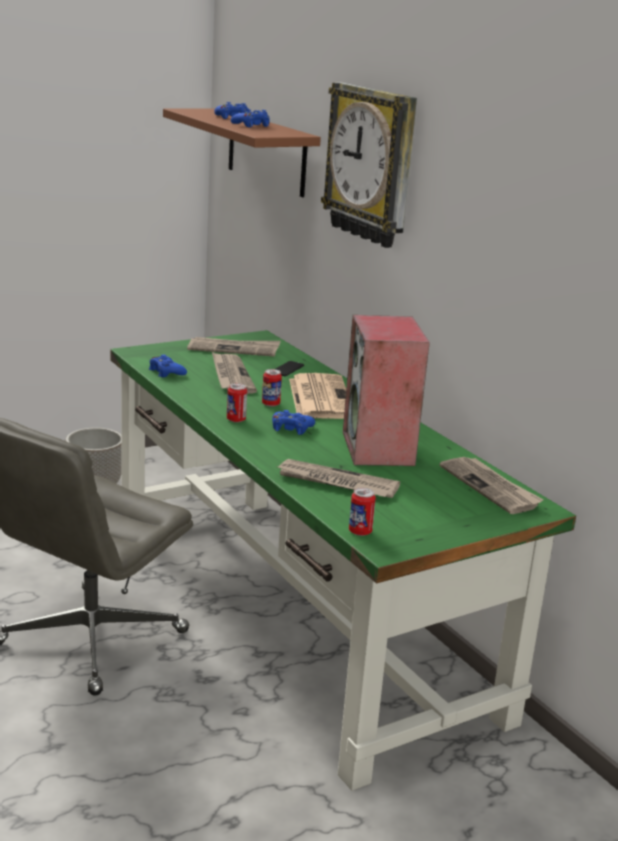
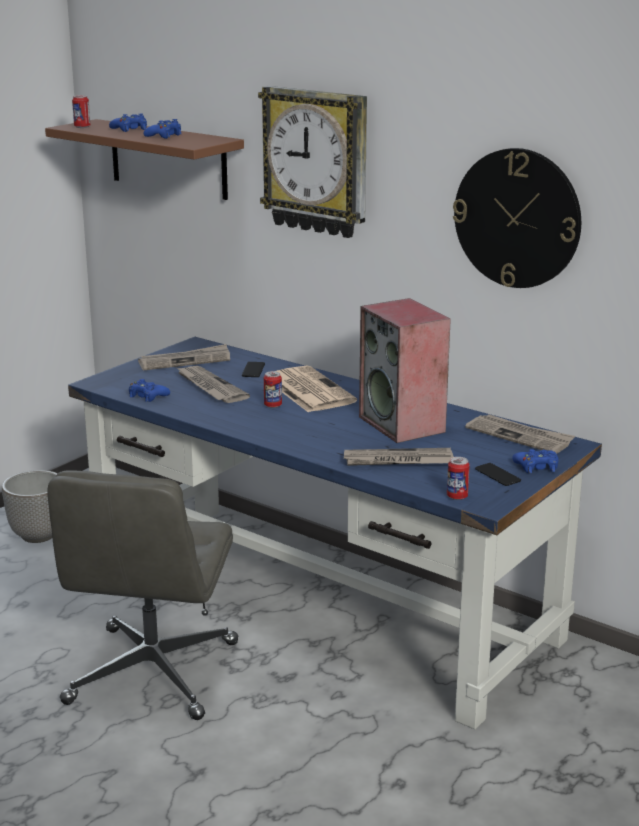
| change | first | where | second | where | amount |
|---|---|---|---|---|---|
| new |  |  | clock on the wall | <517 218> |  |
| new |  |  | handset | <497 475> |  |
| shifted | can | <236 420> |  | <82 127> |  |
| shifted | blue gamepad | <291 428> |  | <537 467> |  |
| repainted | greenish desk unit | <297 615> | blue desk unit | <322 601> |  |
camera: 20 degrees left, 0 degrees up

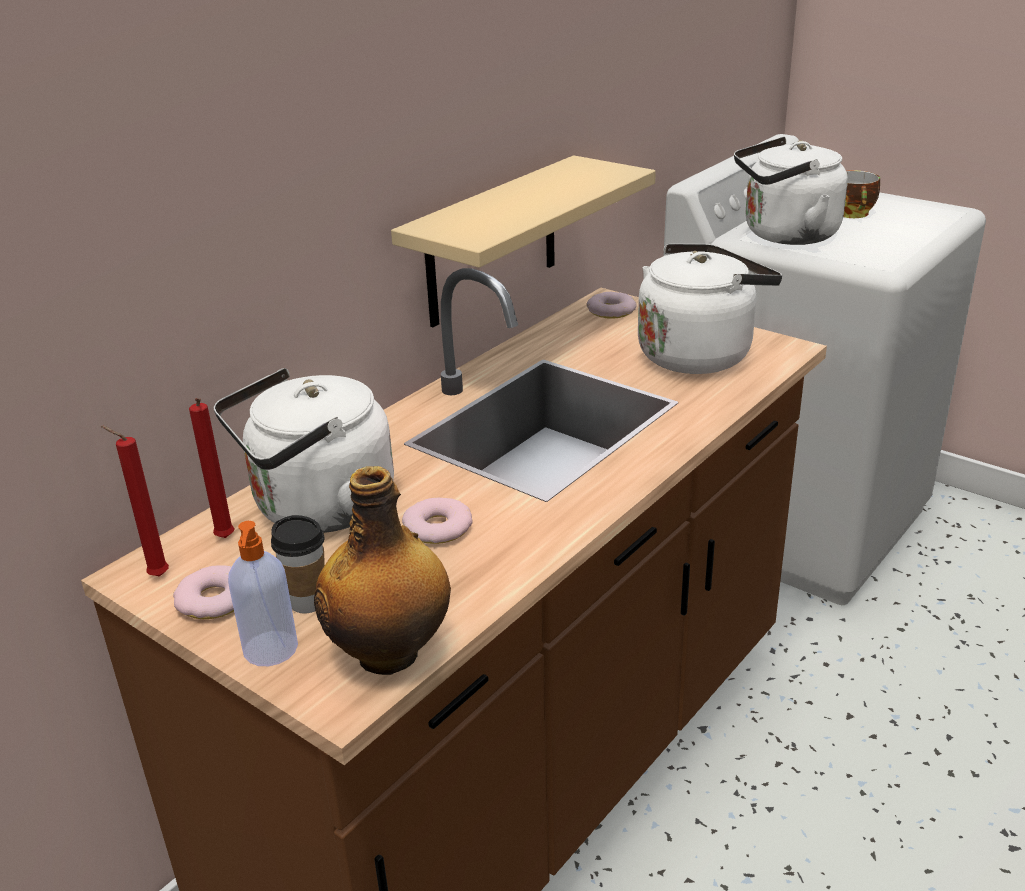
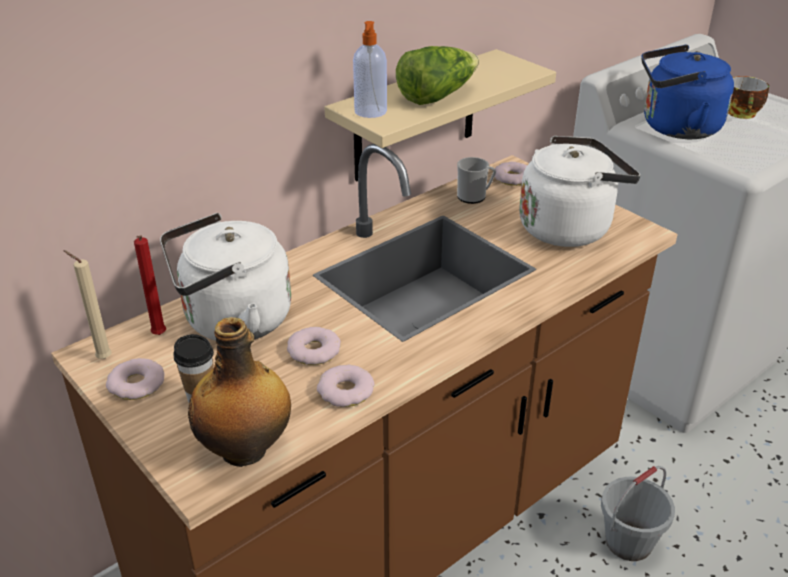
| change | first | where | second | where | amount |
|---|---|---|---|---|---|
| new |  |  | donut | <346 391> |  |
| new |  |  | head of lettuce | <436 96> |  |
| new |  |  | tea mug | <474 197> |  |
| new |  |  | grey water bucket | <628 542> |  |
| shifted | soap bottle | <270 650> |  | <370 112> |  |
| repainted | red wax candle | <155 576> | sand-coloured wax candle | <102 358> |  |
| repainted | white-coloured water kettle | <785 235> | blue water kettle | <675 128> |  |
camera: 10 degrees right, 5 degrees up

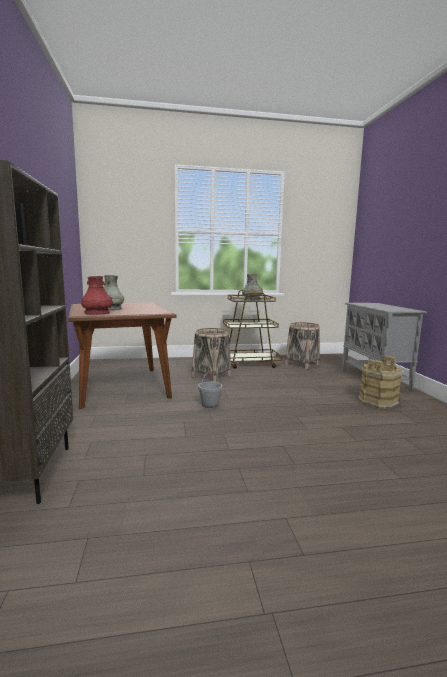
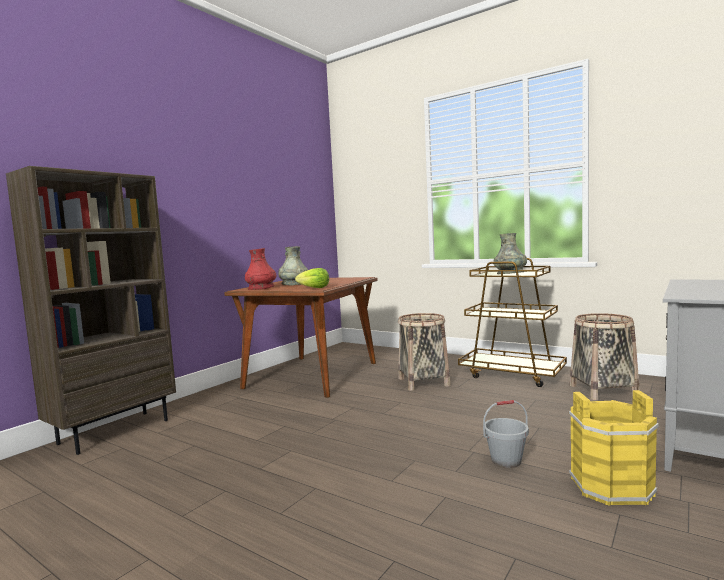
| change | first | where | second | where | amount |
|---|---|---|---|---|---|
| new |  |  | head of lettuce | <314 288> |  |
| shifted | grey water bucket | <209 404> |  | <506 460> |  |
| repainted | brown-coloured water bucket | <377 402> | yellow water bucket | <610 486> |  |
camera: 45 degrees right, 5 degrees down

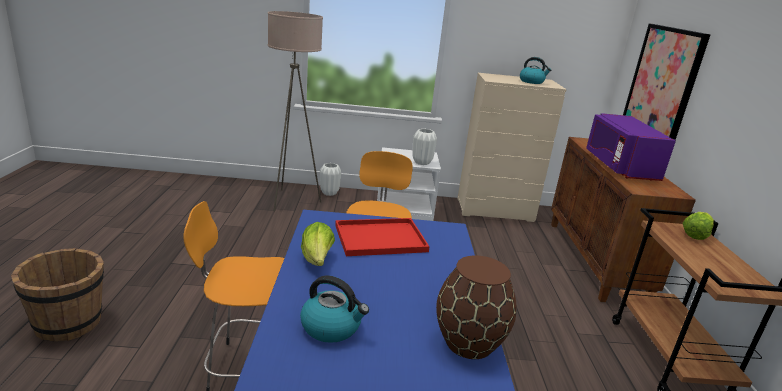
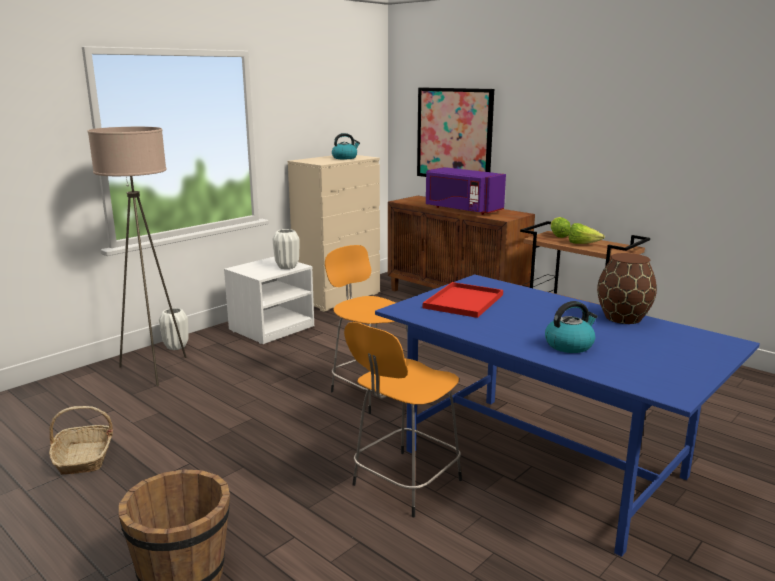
| change | first | where | second | where | amount |
|---|---|---|---|---|---|
| new |  |  | household basket | <84 458> |  |
| shifted | head of lettuce | <317 260> |  | <582 244> |  |
camera: 45 degrees left, 5 degrees down

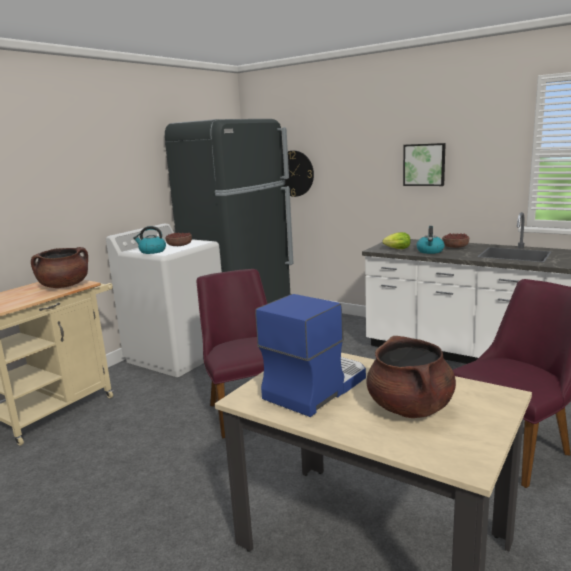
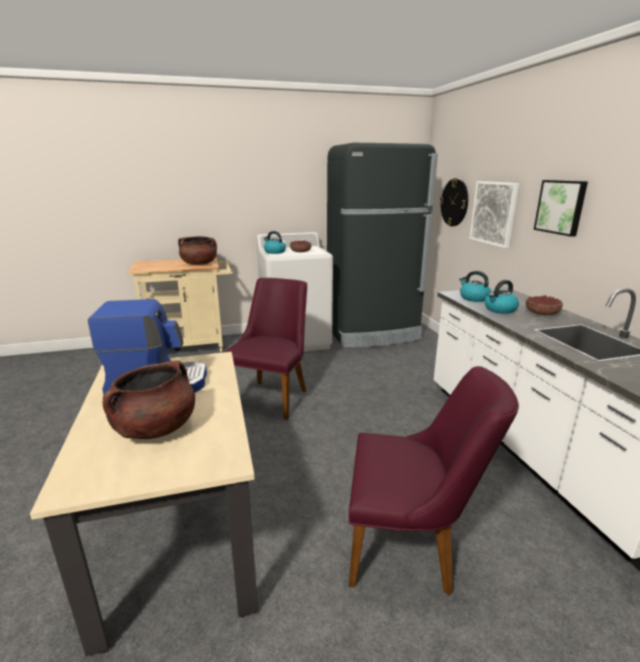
| change | first | where | second | where | amount |
|---|---|---|---|---|---|
| new |  |  | wall art | <493 213> |  |
| swapped | head of lettuce | <396 249> | water kettle | <473 298> |  |
camera: 40 degrees right, 5 degrees up

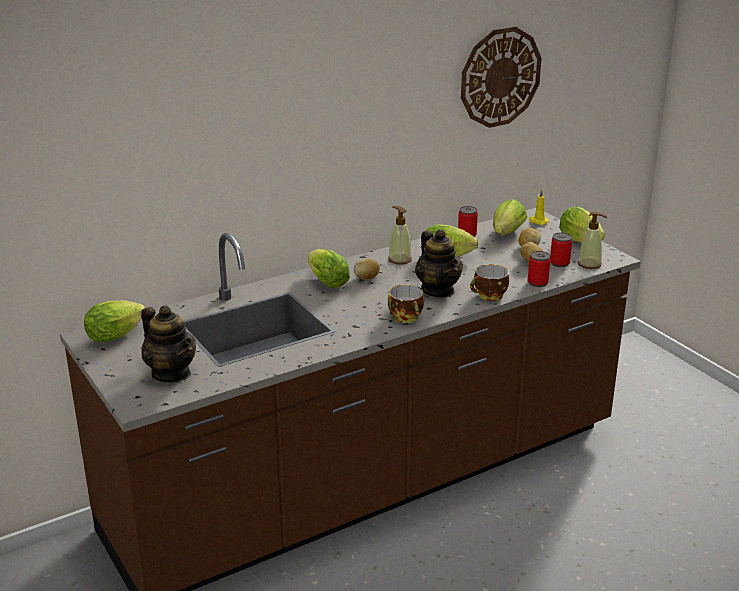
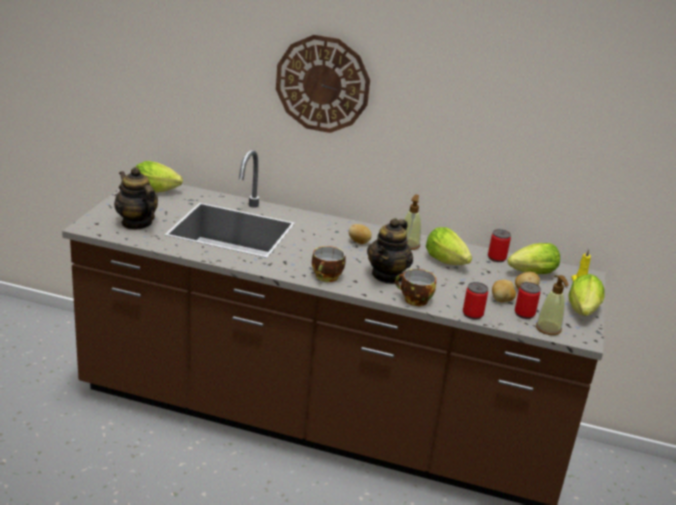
| change | first | where | second | where | amount |
|---|---|---|---|---|---|
| gone | head of lettuce | <325 281> |  |  |  |
| shifted | clock on the wall | <500 77> |  | <322 84> |  |
| rotated | pot for tea | <171 373> |  | <136 223> | 135 degrees clockwise |
camera: 45 degrees right, 0 degrees up

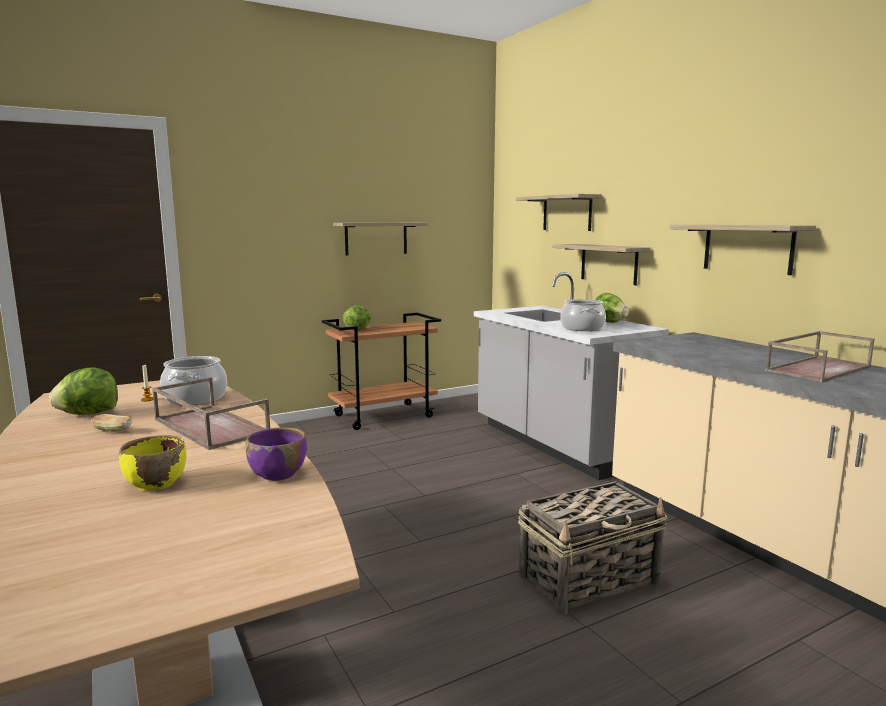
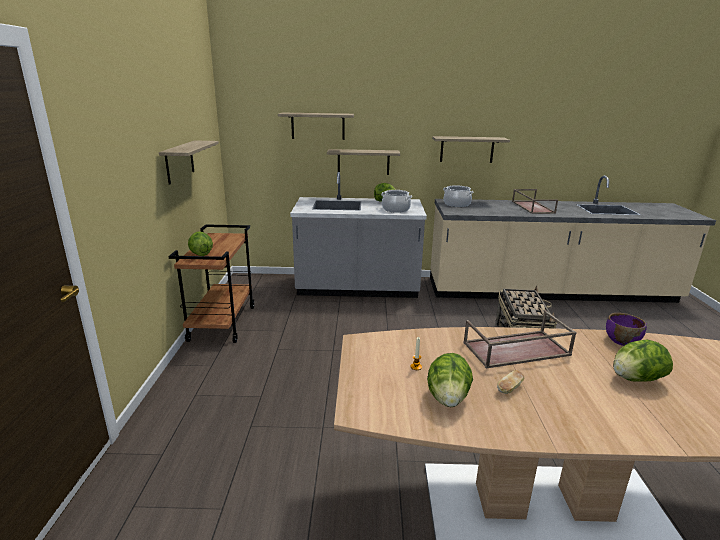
| change | first | where | second | where | amount |
|---|---|---|---|---|---|
| shifted | cooking pot | <195 398> |  | <456 204> |  |
| swapped | yellow serving bowl | <155 484> | head of lettuce | <636 379> |  |
camera: 60 degrees left, 10 degrees up

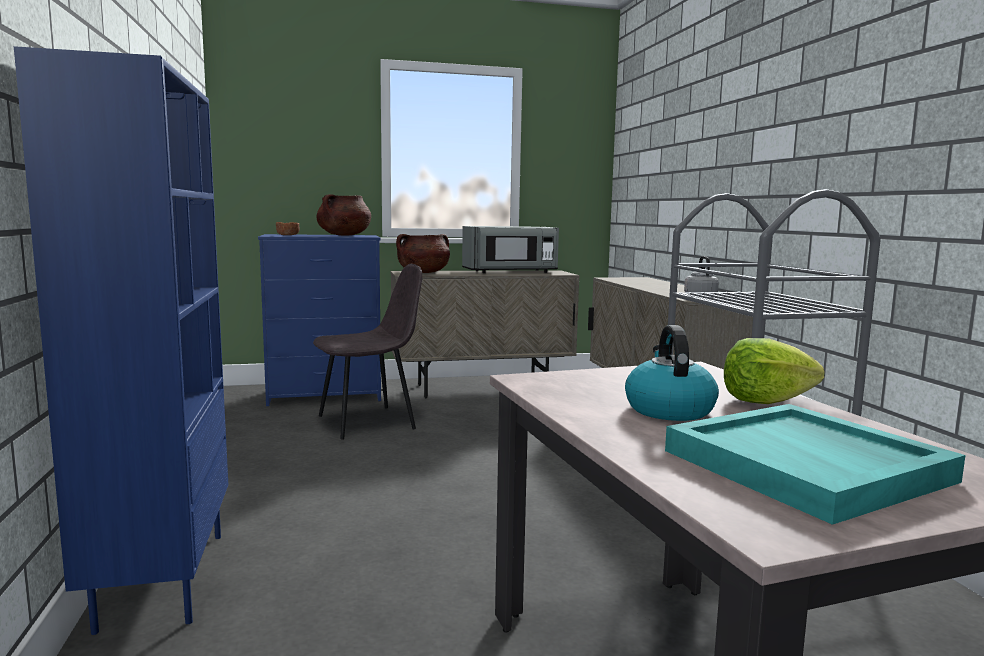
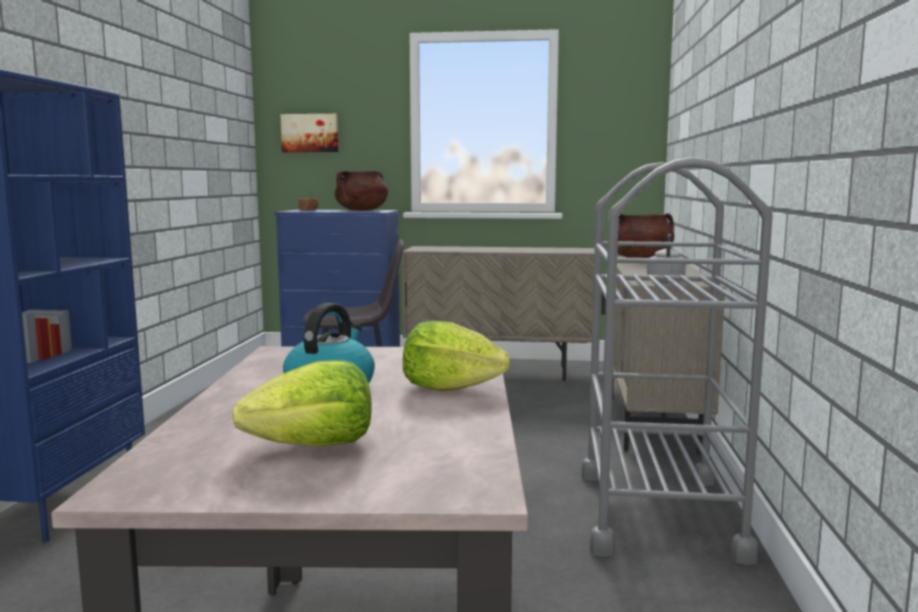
| change | first | where | second | where | amount |
|---|---|---|---|---|---|
| gone | grey microwave oven | <510 272> |  |  |  |
| new |  |  | wall art | <310 133> |  |
| shifted | brown-coloured cooking pot | <423 272> |  | <641 259> |  |
| swapped | turquoise-coloured serving tray | <808 466> | head of lettuce | <314 446> |  |
camera: 20 degrees right, 0 degrees up

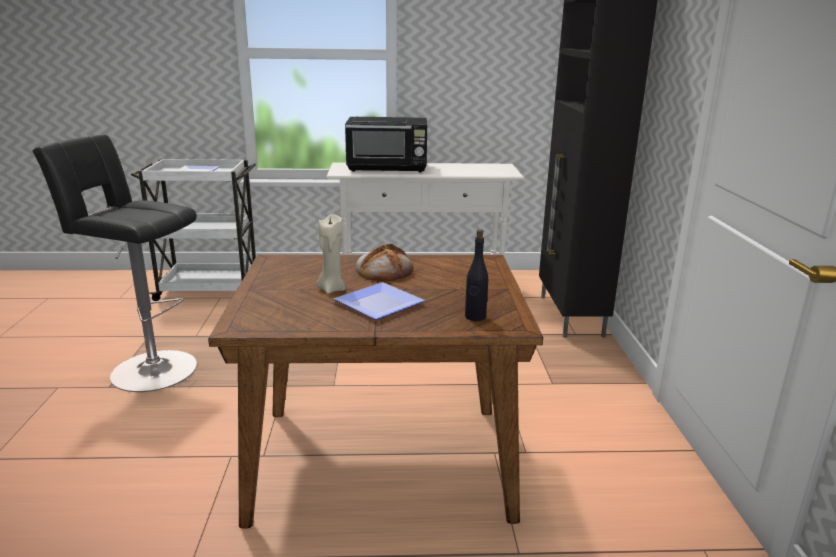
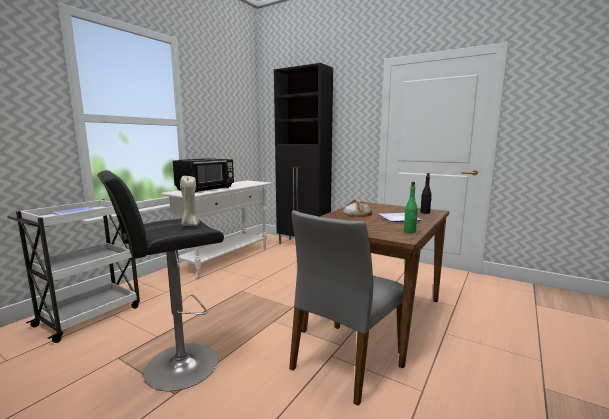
| change | first | where | second | where | amount |
|---|---|---|---|---|---|
| new |  |  | grey plain chair | <346 360> |  |
| new |  |  | greenish drink bottle | <410 231> |  |
| shifted | sand-coloured wax candle | <331 289> |  | <190 225> |  |
camera: 55 degrees left, 10 degrees down

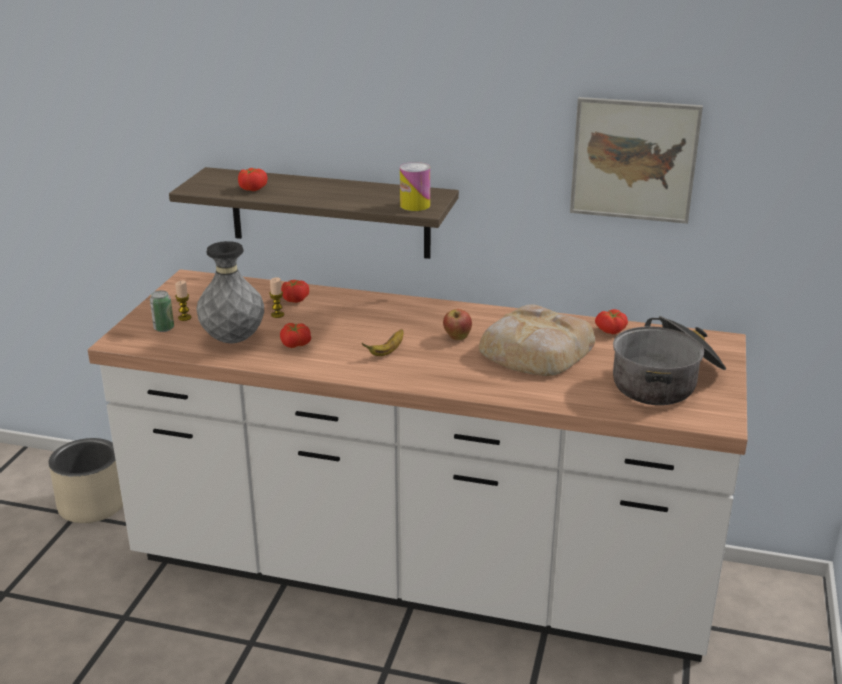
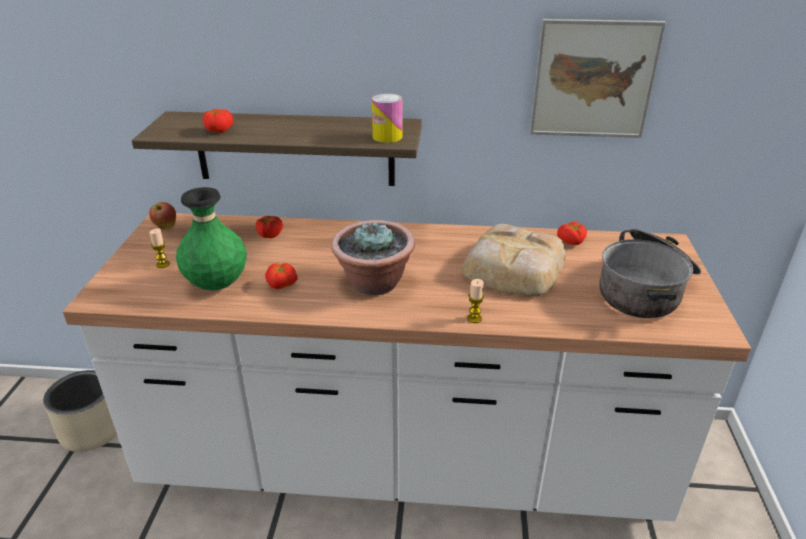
| change | first | where | second | where | amount |
|---|---|---|---|---|---|
| gone | can | <164 328> |  |  |  |
| shifted | wax candle | <277 315> |  | <474 318> |  |
| shifted | apple fruit | <457 338> |  | <165 227> |  |
| swapped | banana fruit | <387 352> | potted plant | <374 284> |  |
| repainted | grey flower vase | <233 340> | greenish flower vase | <217 285> |  |
camera: 10 degrees left, 5 degrees up

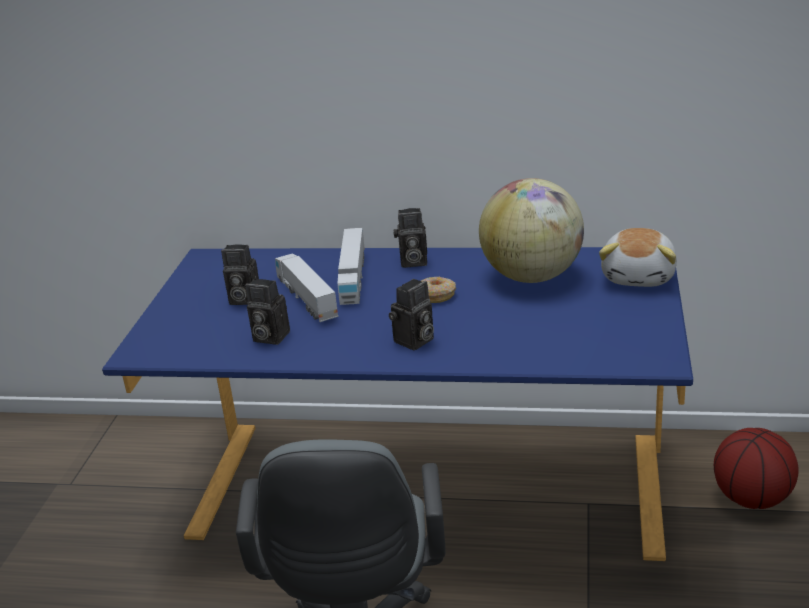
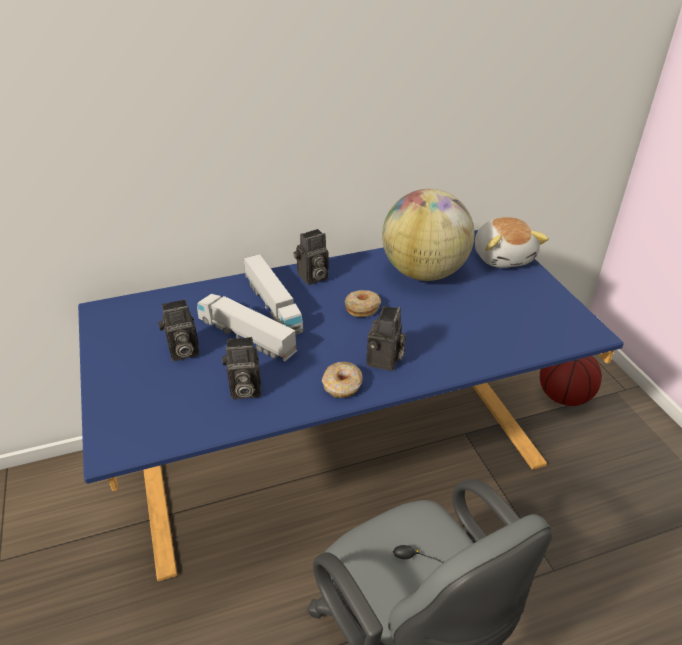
| change | first | where | second | where | amount |
|---|---|---|---|---|---|
| new |  |  | donut | <342 385> |  |
camera: 30 degrees left, 10 degrees up

